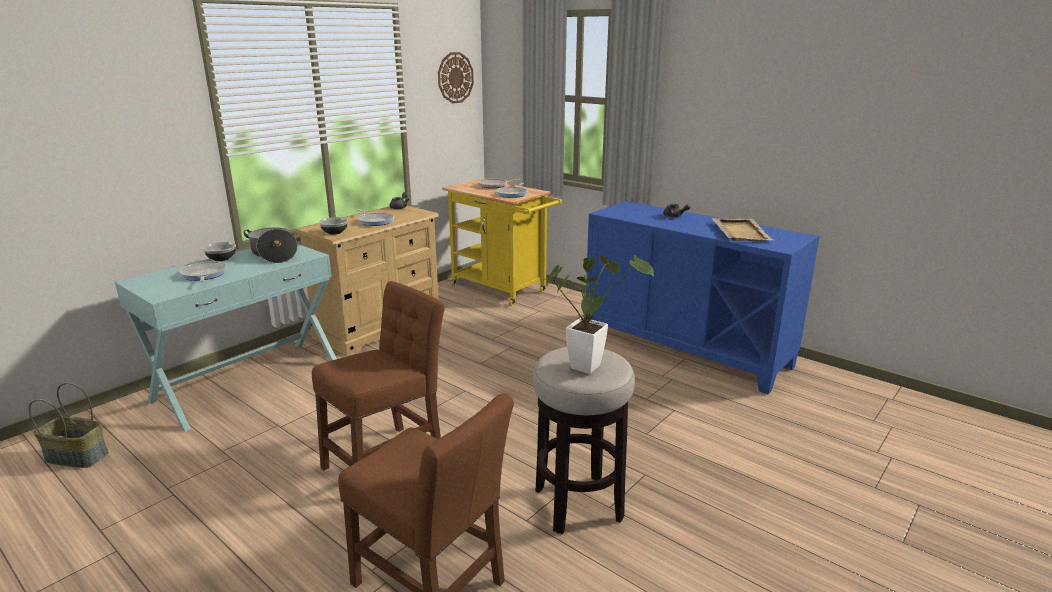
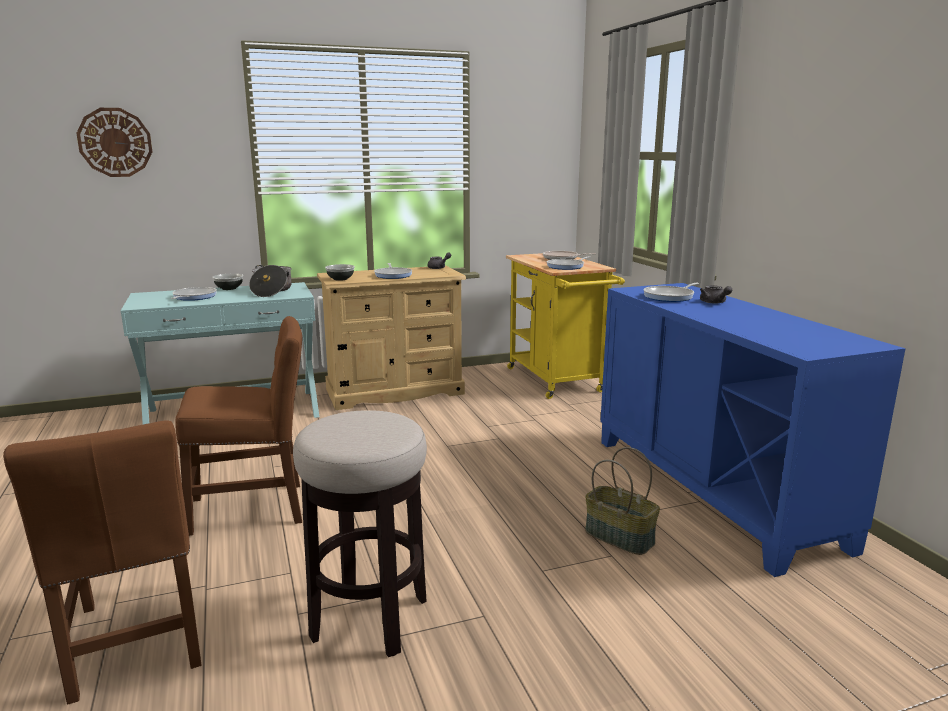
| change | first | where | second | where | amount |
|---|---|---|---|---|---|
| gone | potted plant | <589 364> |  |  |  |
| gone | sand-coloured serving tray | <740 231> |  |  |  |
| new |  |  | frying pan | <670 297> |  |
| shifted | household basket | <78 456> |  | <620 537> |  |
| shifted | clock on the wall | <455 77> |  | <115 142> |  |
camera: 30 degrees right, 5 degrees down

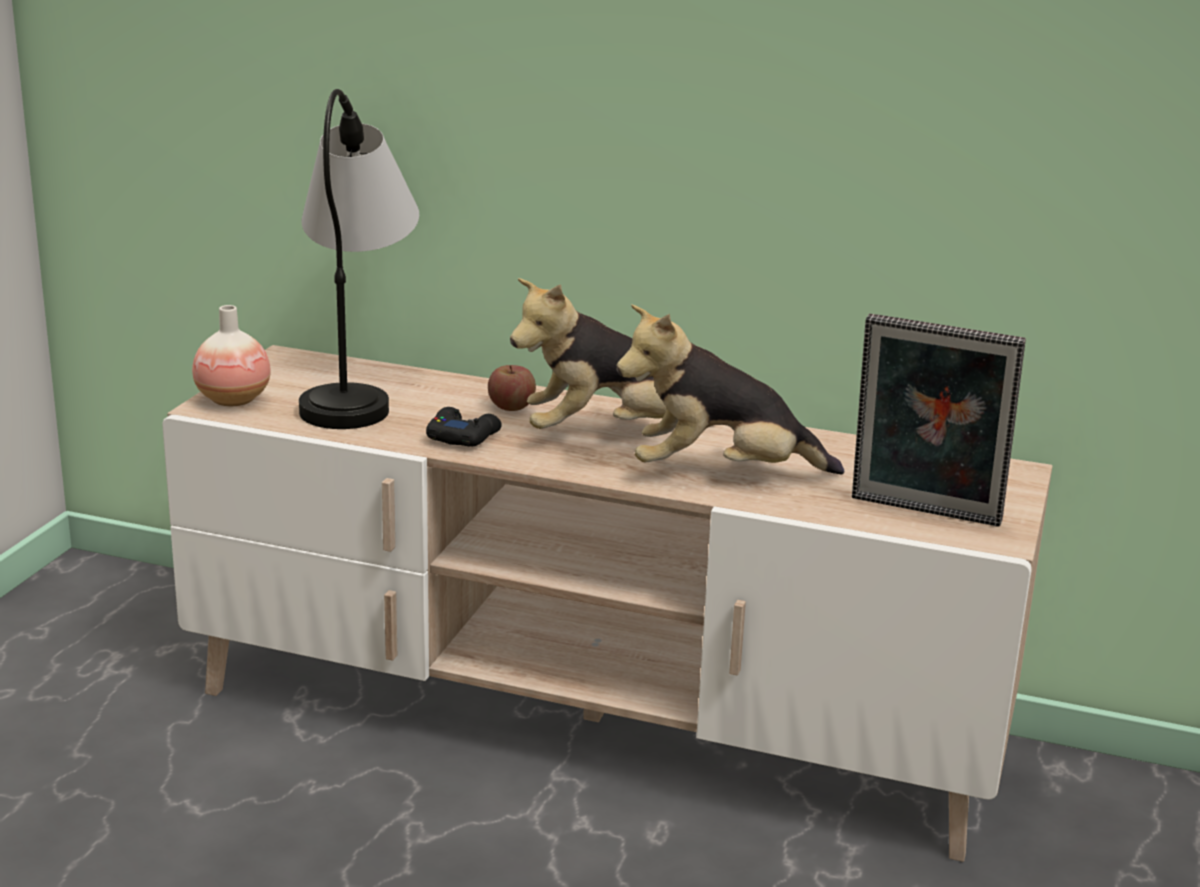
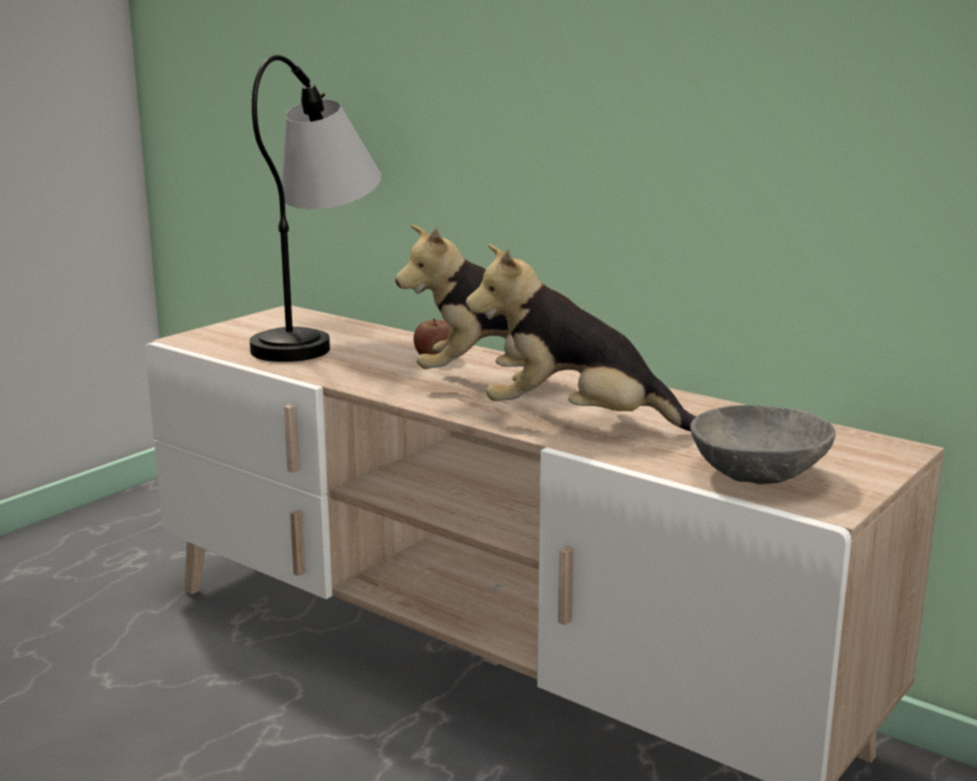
| change | first | where | second | where | amount |
|---|---|---|---|---|---|
| gone | flower vase | <233 400> |  |  |  |
| gone | black gamepad | <462 436> |  |  |  |
| swapped | photo frame | <923 513> | grey serving bowl | <760 474> |  |
camera: 20 degrees right, 5 degrees down

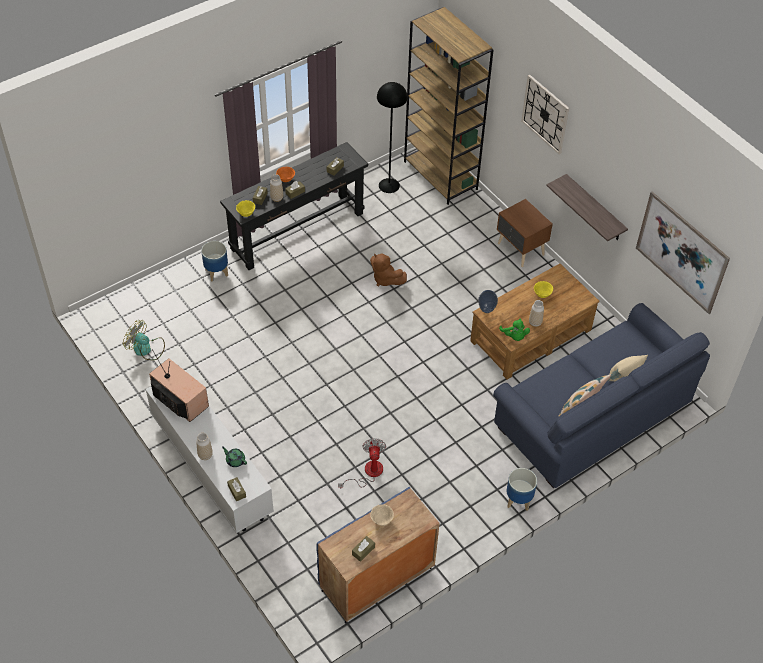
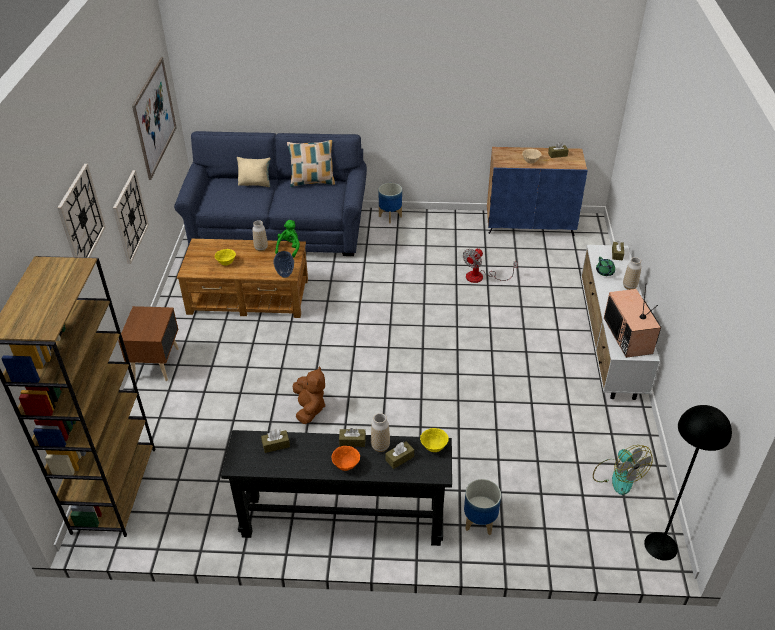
| change | first | where | second | where | amount |
|---|---|---|---|---|---|
| shifted | black standing lamp | <388 185> |  | <661 546> |  |
| swapped | shelf | <595 209> | clock on the wall | <130 216> |  |
camera: 140 degrees left, 10 degrees down

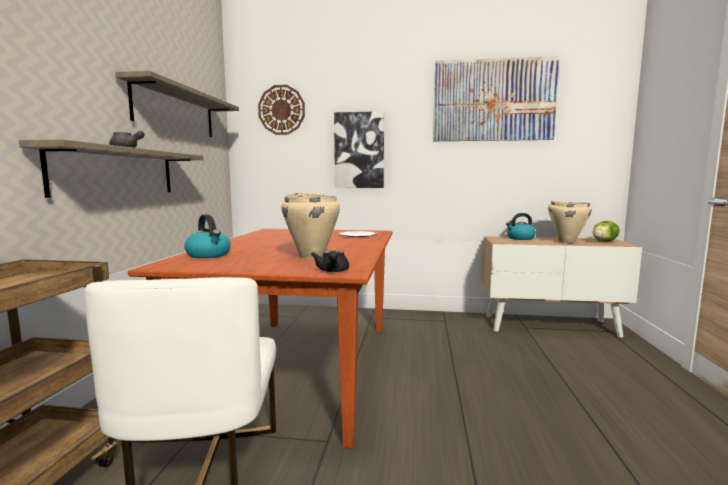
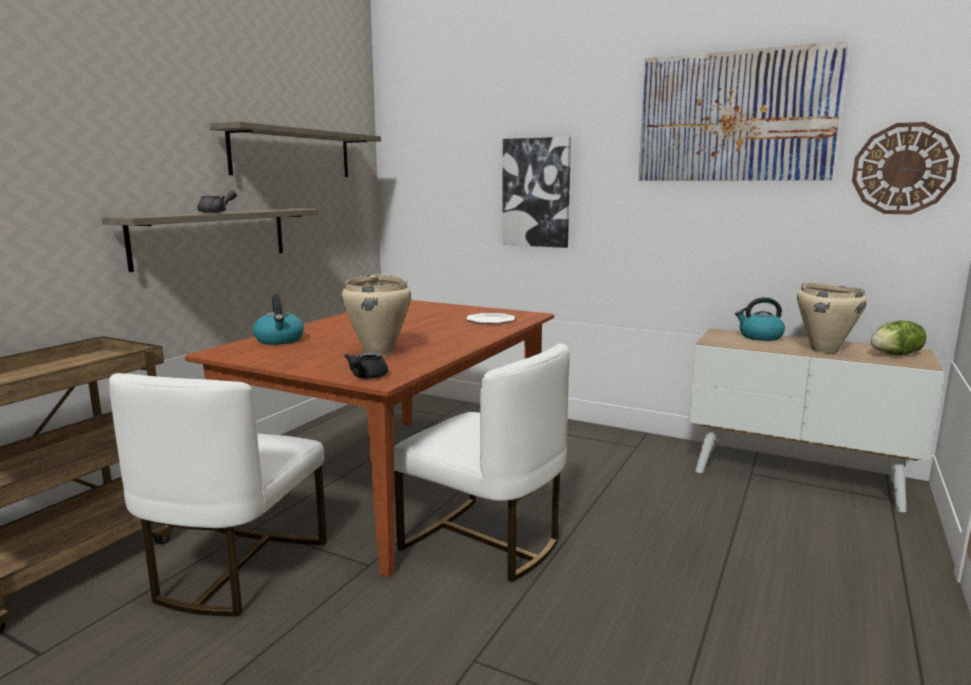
| change | first | where | second | where | amount |
|---|---|---|---|---|---|
| new |  |  | white-coloured plain chair | <484 542> |  |
| shifted | clock on the wall | <281 110> |  | <903 169> |  |
camera: 20 degrees right, 5 degrees up

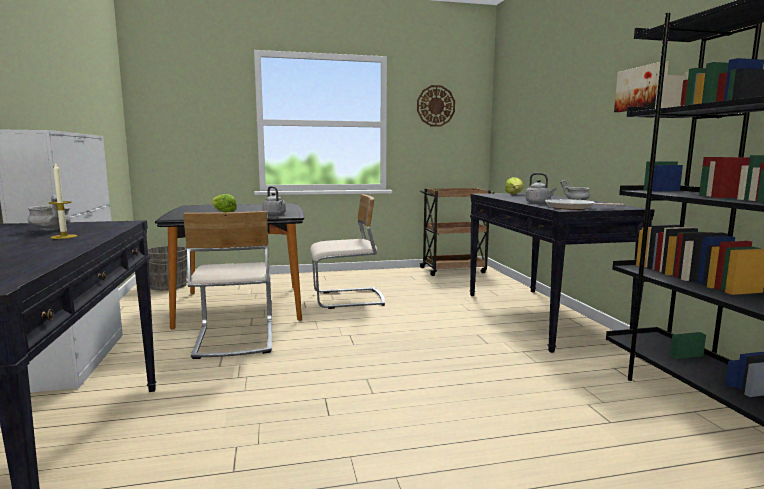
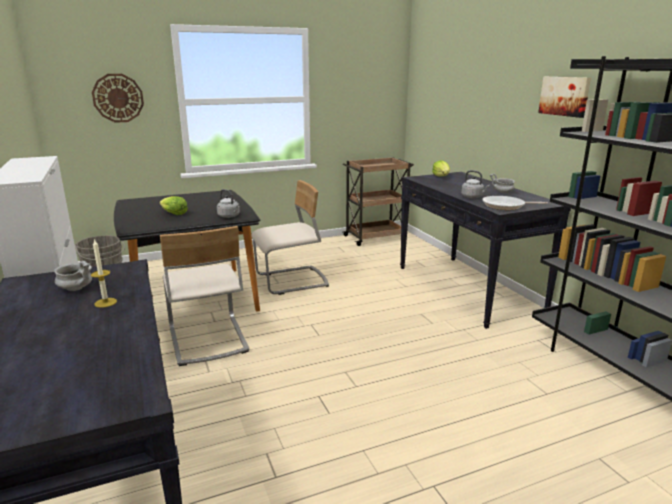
| change | first | where | second | where | amount |
|---|---|---|---|---|---|
| shifted | clock on the wall | <435 106> |  | <118 98> |  |
camera: 10 degrees left, 10 degrees up

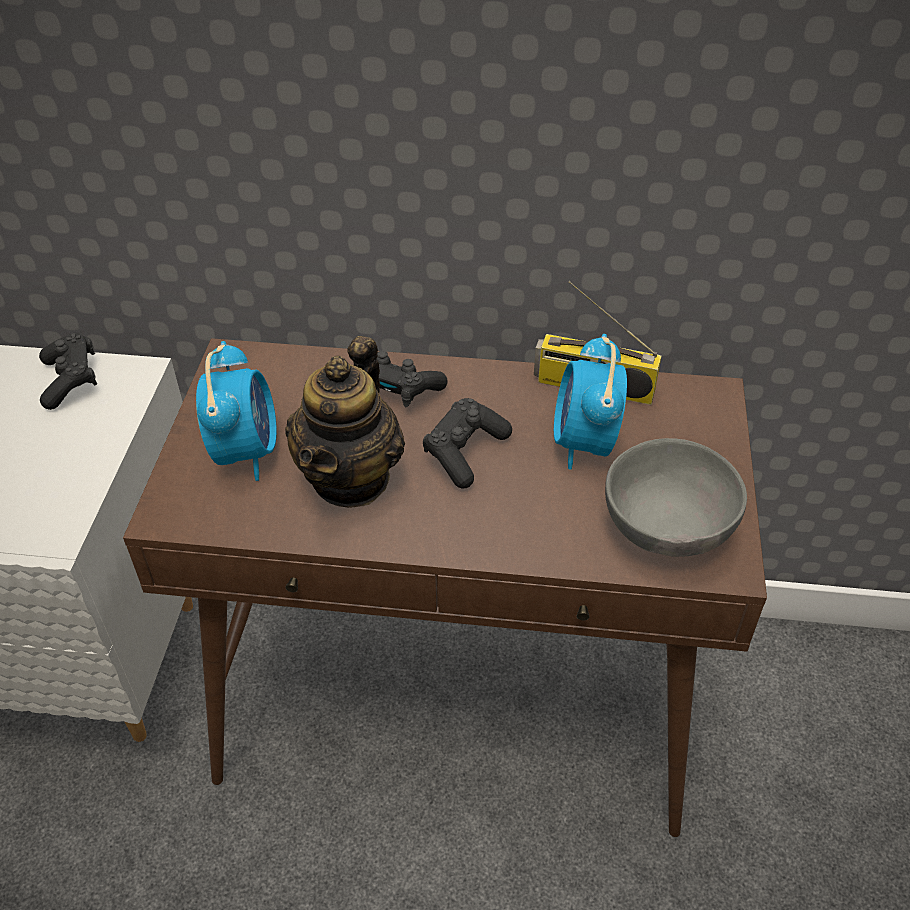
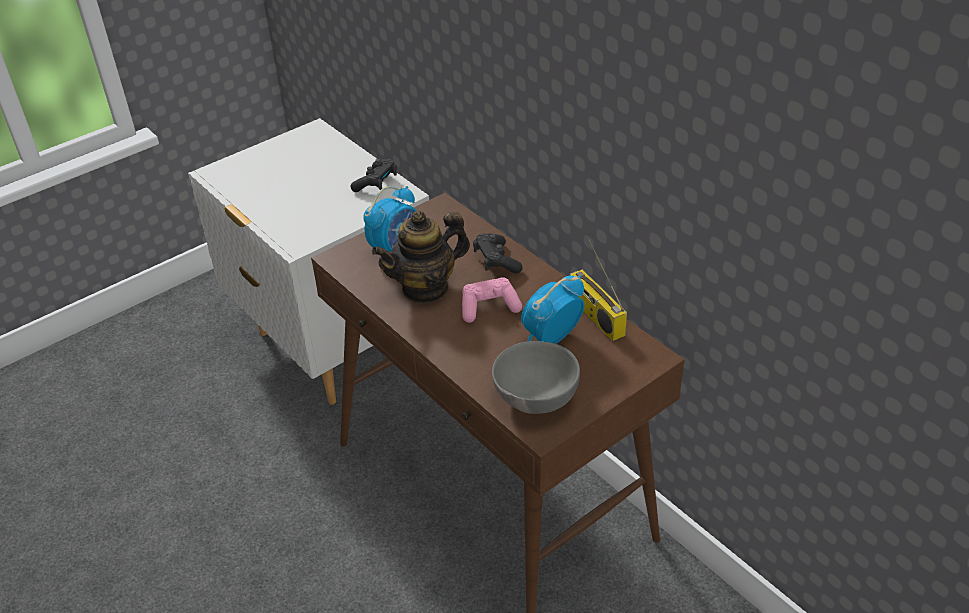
| change | first | where | second | where | amount |
|---|---|---|---|---|---|
| repainted | black gamepad | <464 452> | pinkish gamepad | <489 307> |  |
camera: 45 degrees right, 5 degrees down

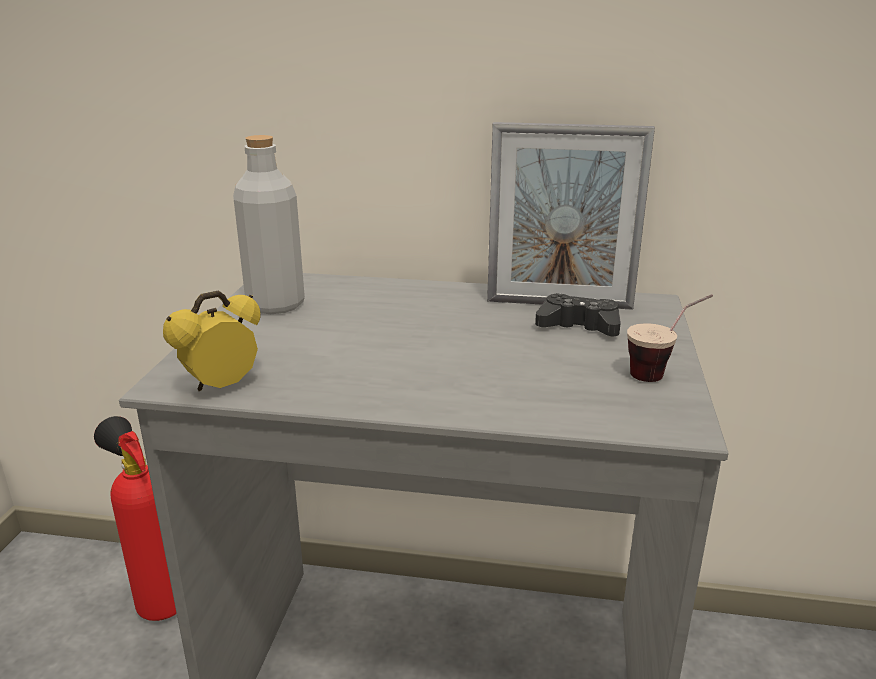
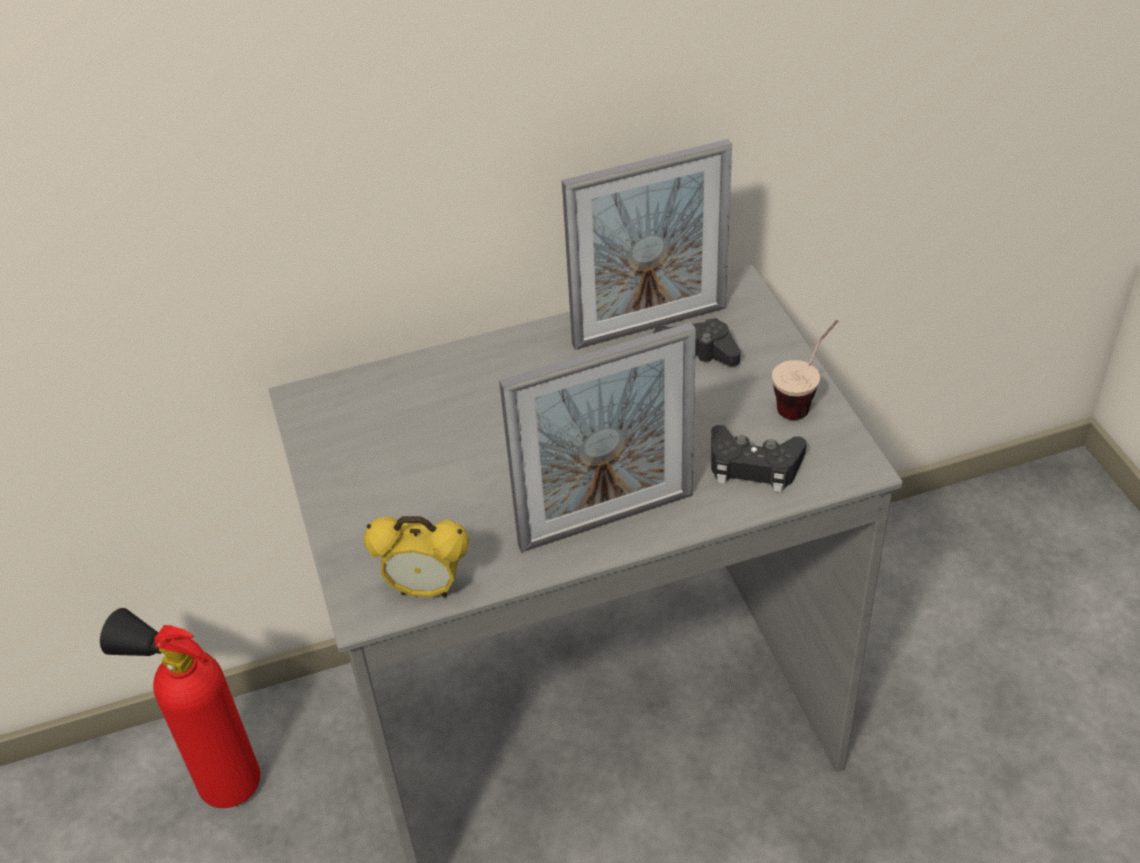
| change | first | where | second | where | amount |
|---|---|---|---|---|---|
| gone | grey drink bottle | <275 304> |  |  |  |
| new |  |  | photo frame | <606 520> |  |
| new |  |  | black gamepad | <754 466> |  |
| rotated | alarm clock | <222 387> |  | <425 589> | 105 degrees counterclockwise |
camera: 25 degrees left, 20 degrees up

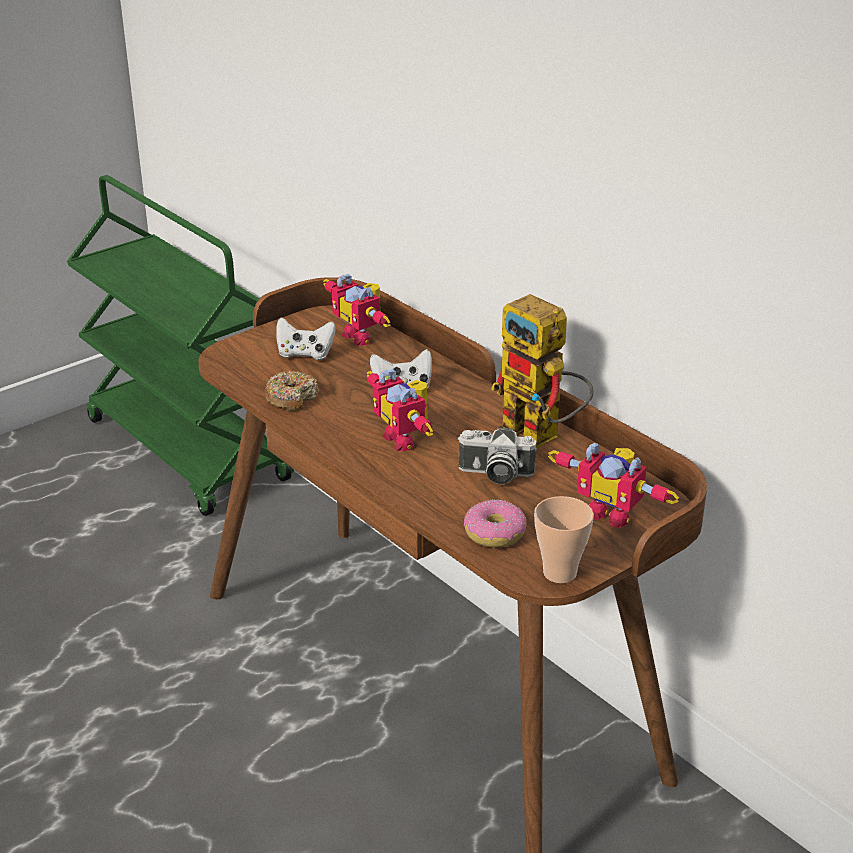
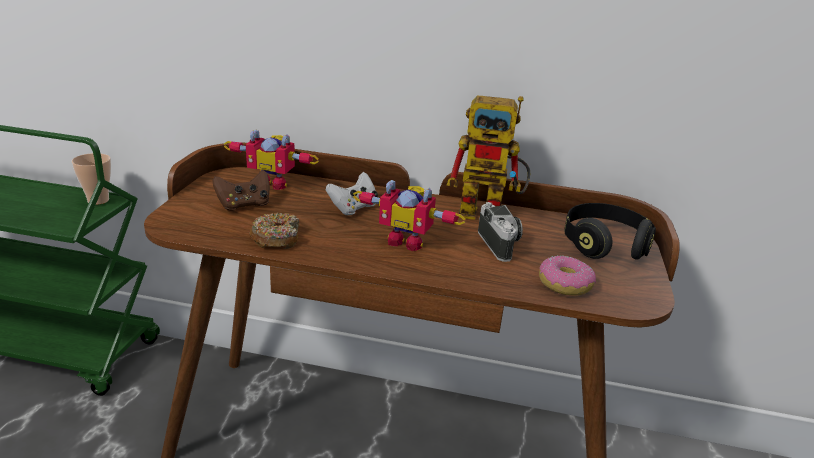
| change | first | where | second | where | amount |
|---|---|---|---|---|---|
| shifted | cup | <559 573> |  | <98 200> |  |
| swapped | robot figure | <611 513> | black pair of headphones | <604 245> |  |
| repainted | white-coloured gamepad | <305 354> | brown-coloured gamepad | <244 205> |  |
| rotated | photo camera | <495 474> |  | <501 245> | 75 degrees counterclockwise |
camera: 40 degrees left, 5 degrees down

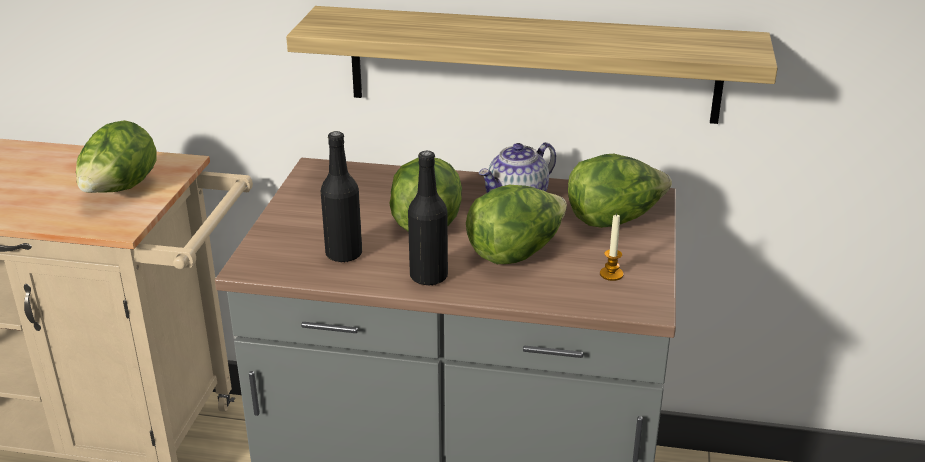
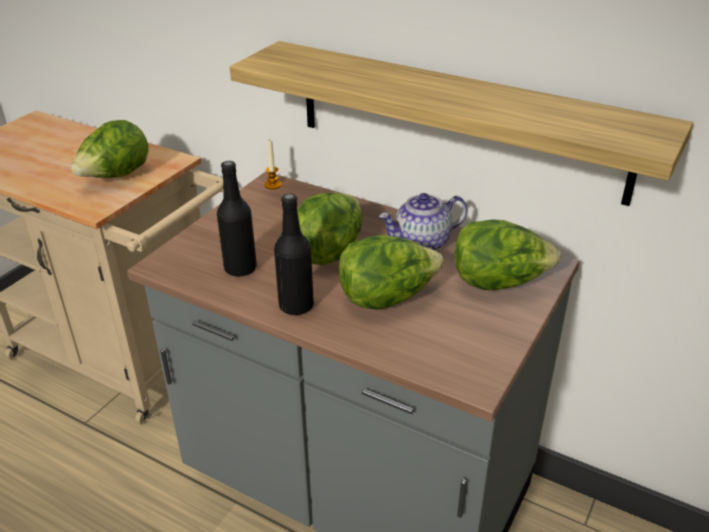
| change | first | where | second | where | amount |
|---|---|---|---|---|---|
| shifted | wax candle | <611 274> |  | <273 185> |  |
camera: 20 degrees right, 5 degrees up

